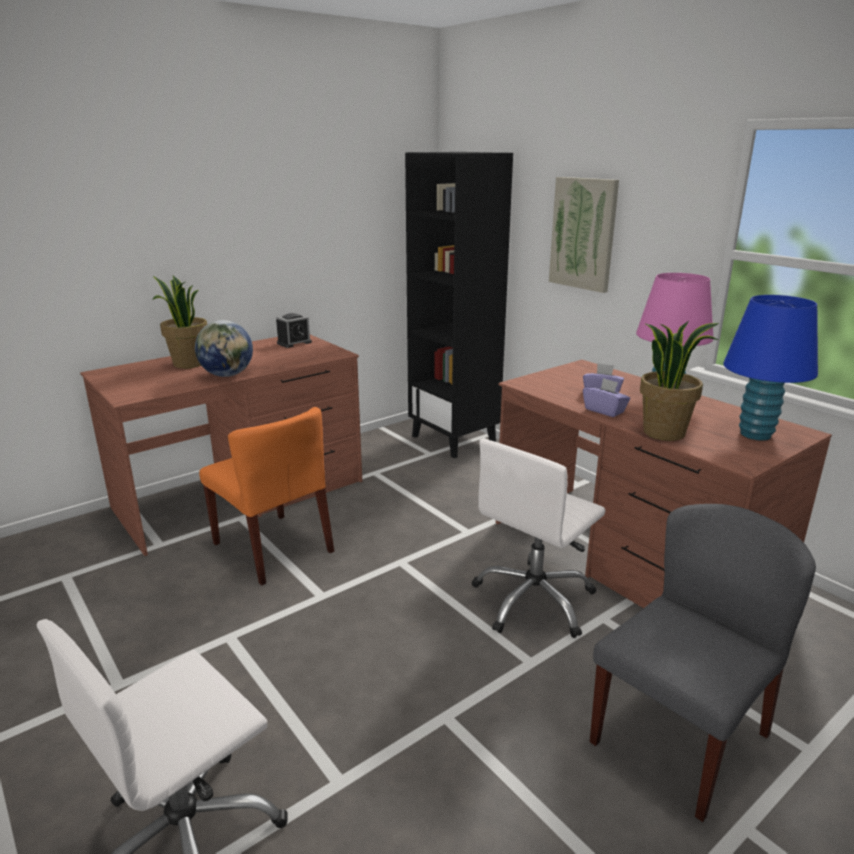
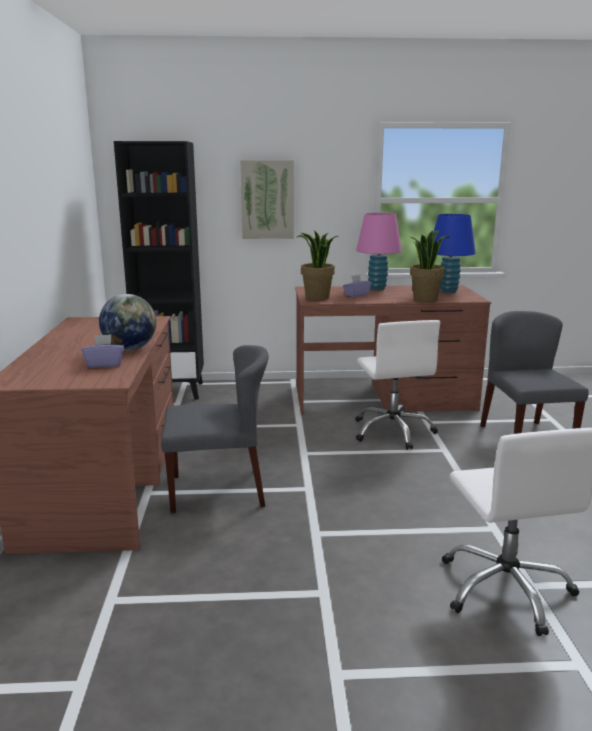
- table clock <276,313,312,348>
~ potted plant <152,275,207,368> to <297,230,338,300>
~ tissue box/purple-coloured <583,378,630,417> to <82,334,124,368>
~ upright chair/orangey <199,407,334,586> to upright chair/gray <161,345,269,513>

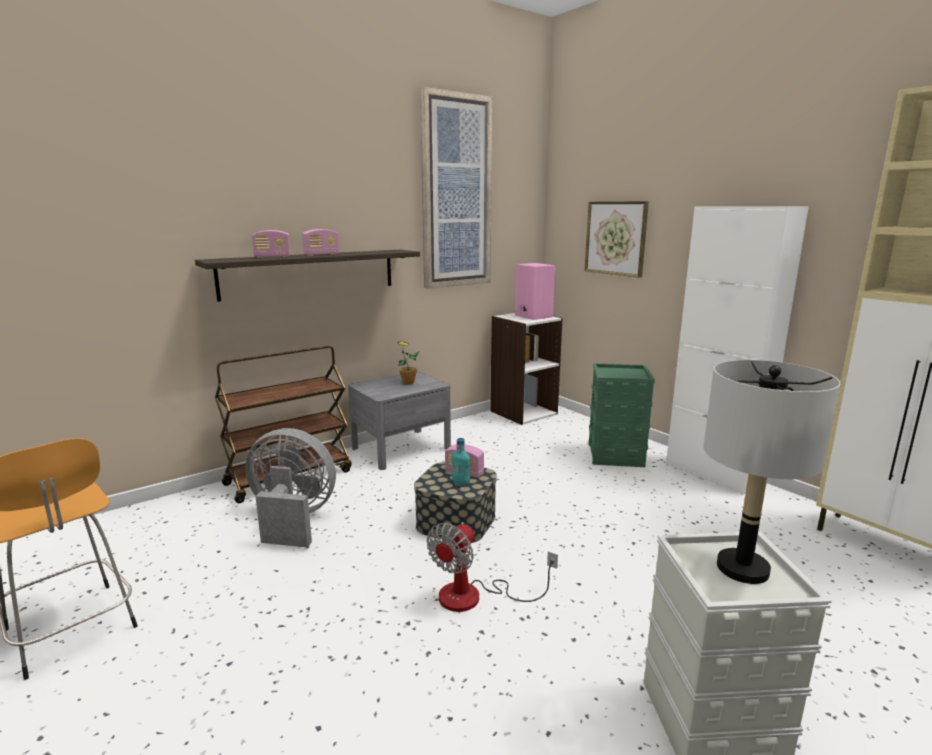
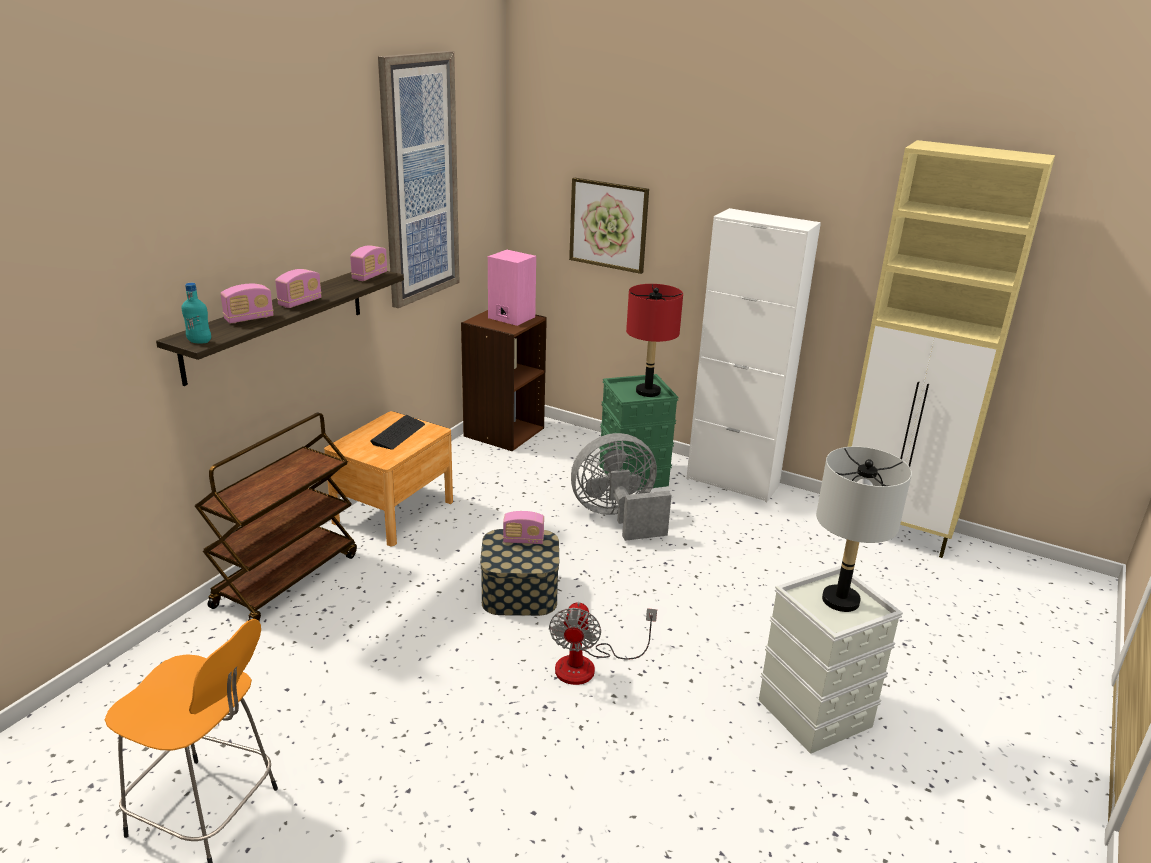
+ radio set <350,245,387,281>
+ tabletop lamp/red <626,284,683,397>
~ cooling fan/gray <245,428,336,547> to <571,433,672,541>
~ drink bottle/turquoise-coloured <452,438,470,486> to <181,283,211,344>
~ potted plant <398,341,419,385> to PC keyboard <370,415,425,450>
~ nightstand/gray <348,371,451,470> to nightstand/brown <324,411,453,546>
~ bookshelf/whitish <490,313,563,425> to bookshelf/brown <461,310,547,451>

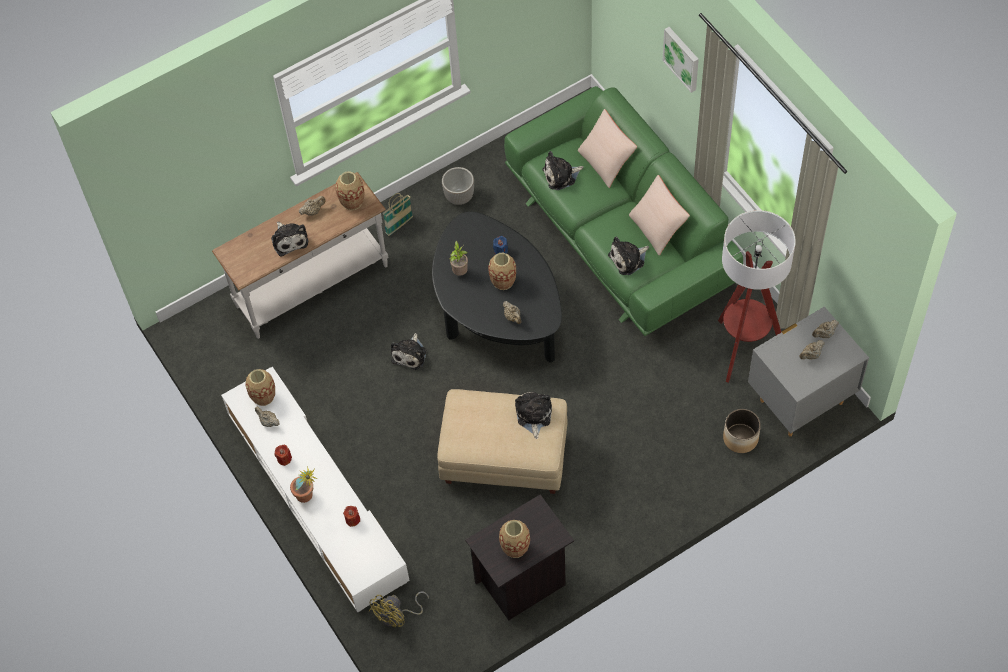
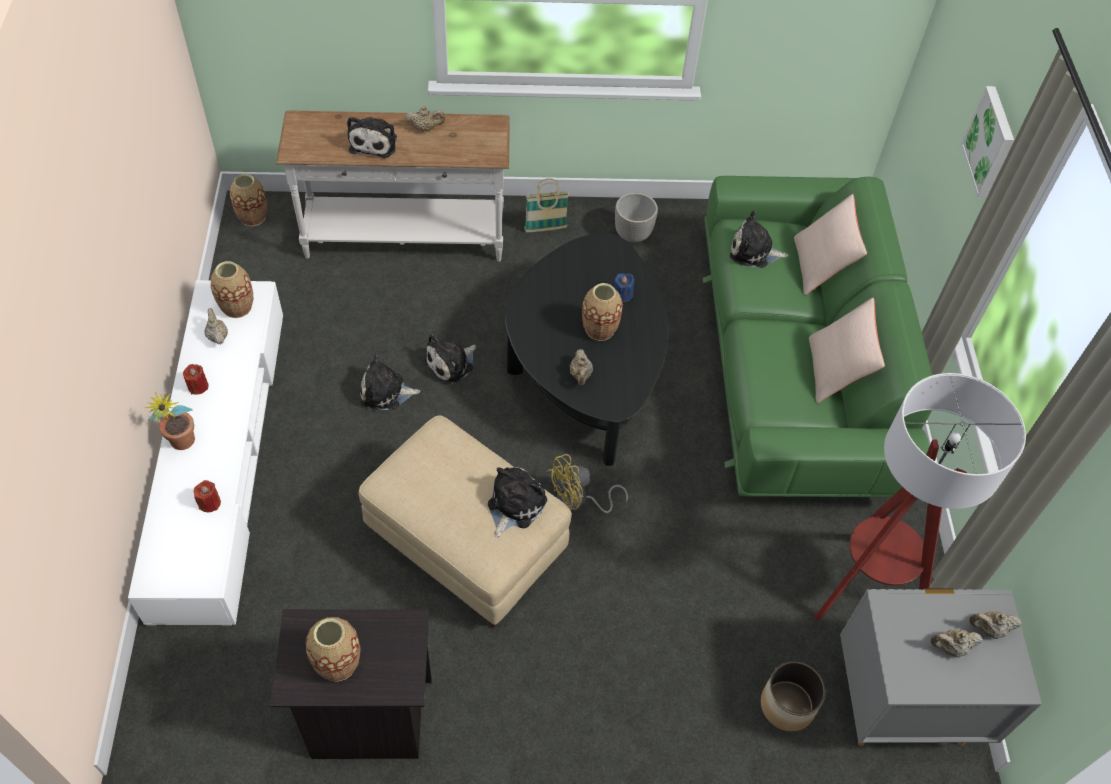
- potted plant <450,241,468,276>
~ flower vase <336,171,365,210> to <230,174,267,226>
~ cooling fan/yellow-coloured <369,591,429,627> to <547,454,628,513>
~ plush toy <608,237,649,275> to <360,354,420,410>

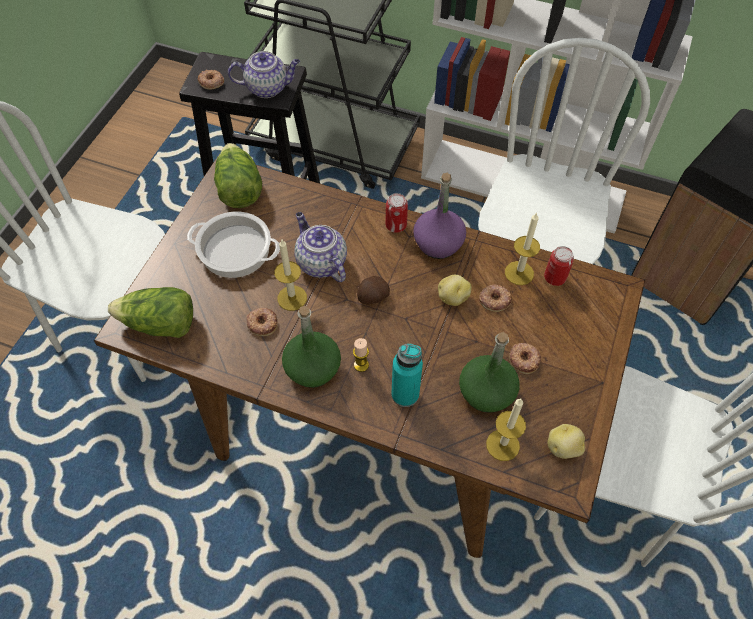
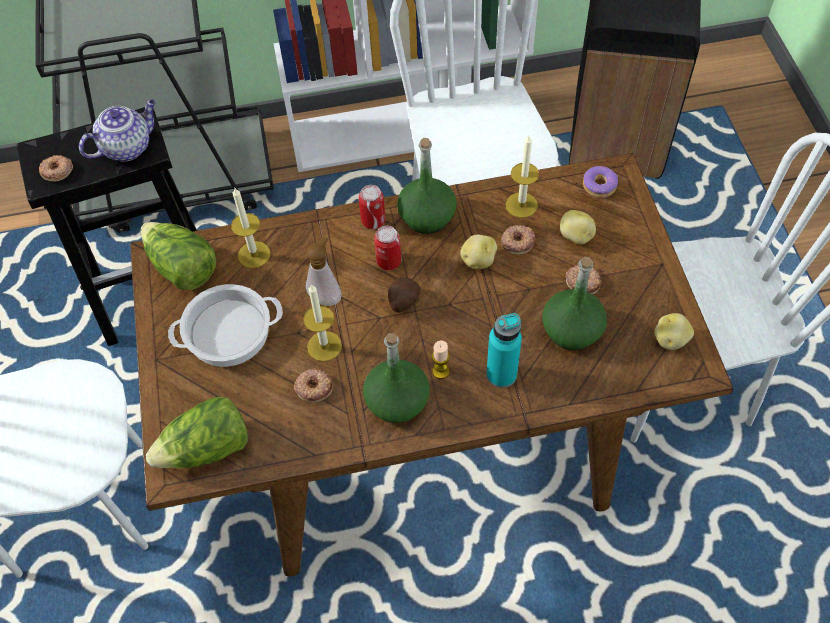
+ potato <560,210,596,244>
+ ring doughnut <583,166,618,198>
~ candle <486,399,526,461> to <231,188,270,268>
~ can <544,246,574,286> to <374,226,401,270>
~ tea pot <295,212,347,282> to soap dispenser <306,237,342,306>
~ drink bottle/purple-coloured <413,173,466,259> to drink bottle/greenish <397,138,457,234>

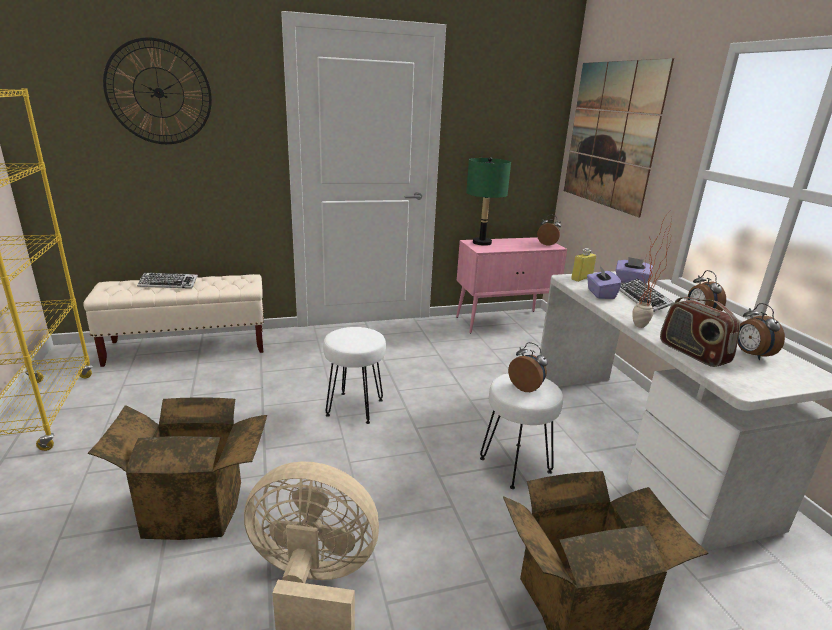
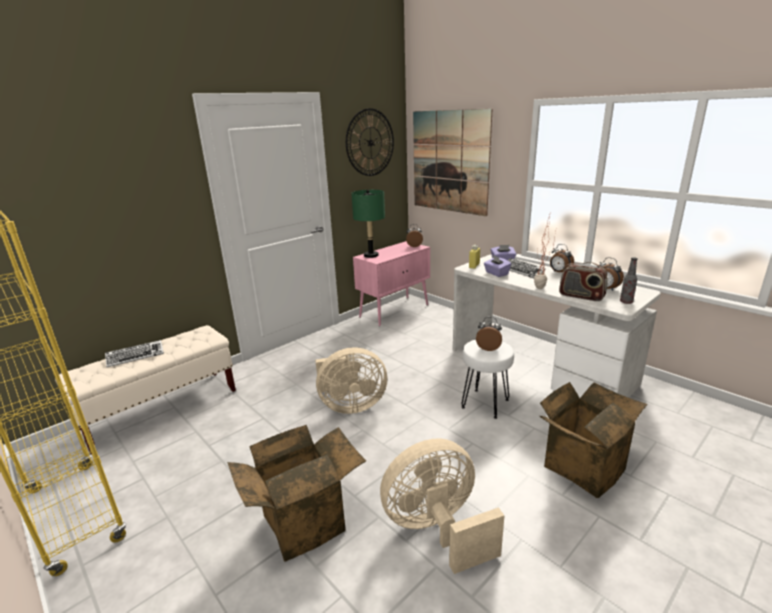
+ drink bottle <620,257,638,304>
~ clock on the wall <103,37,212,144> to <346,108,394,176>
~ sitting stool/whitish <323,327,386,424> to cooling fan/beige-coloured <315,347,387,414>

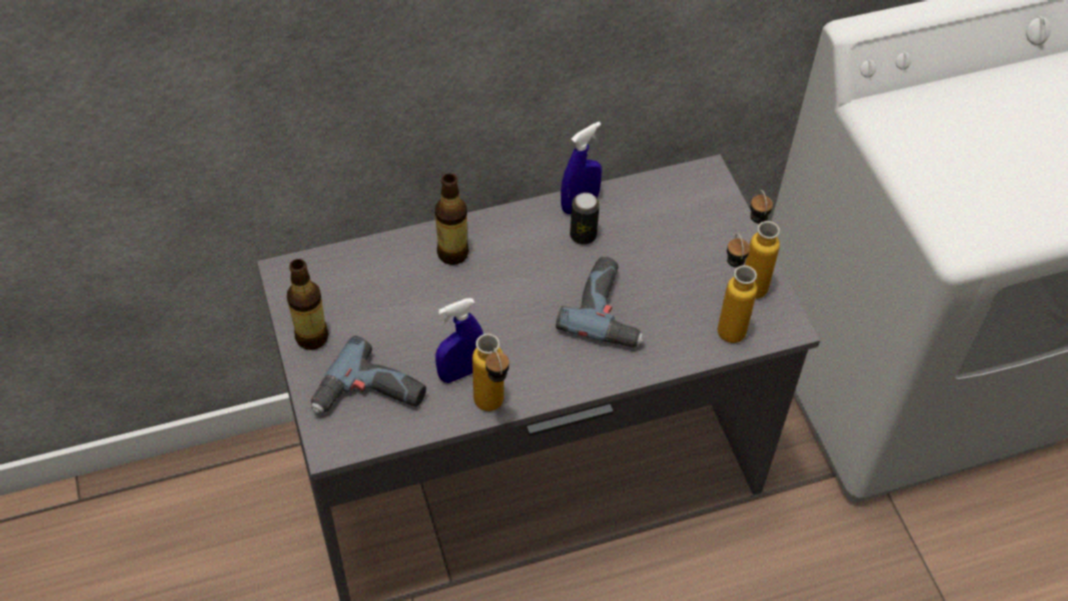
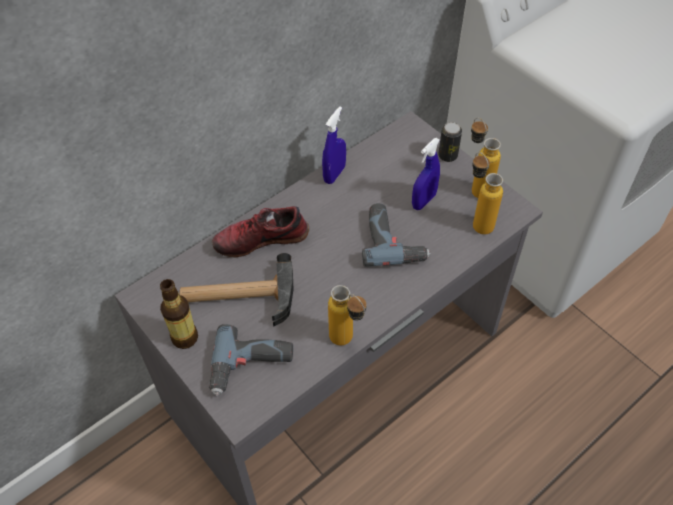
+ hammer <179,253,294,327>
~ spray bottle/blue-coloured <435,298,483,383> to <412,138,440,210>
~ can <570,193,600,244> to <438,122,462,162>
~ drink bottle <435,173,469,265> to shoe <212,206,309,258>

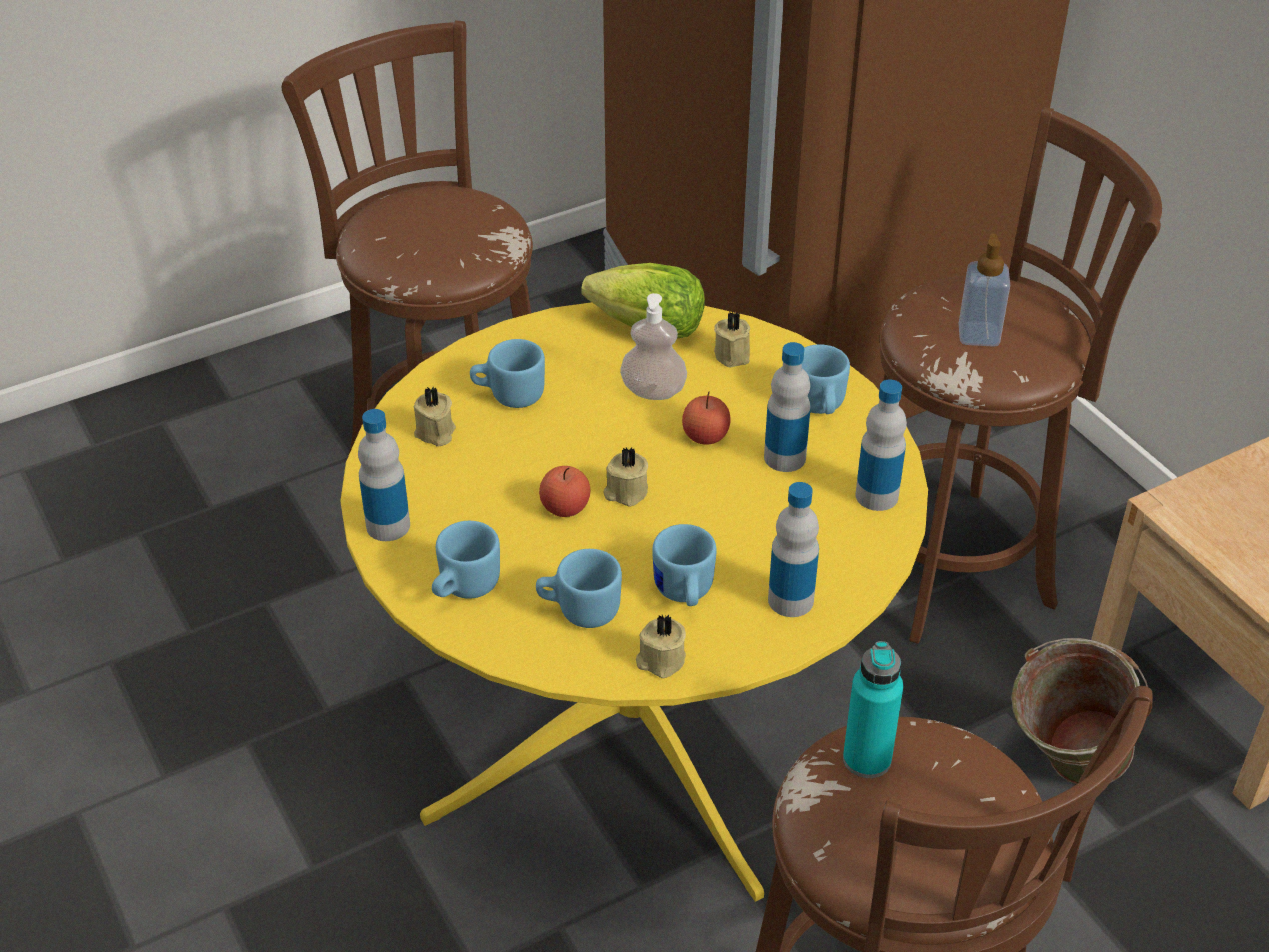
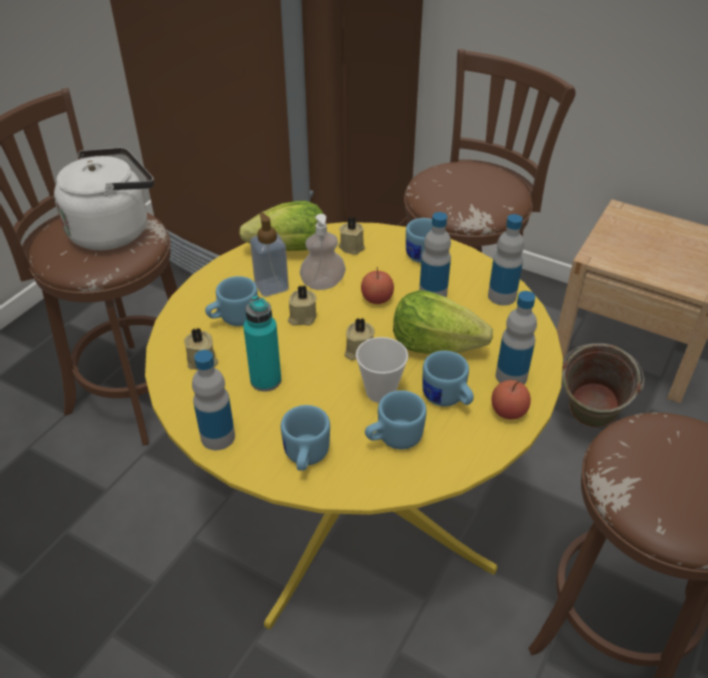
+ water kettle/whitish <54,147,154,250>
+ drinking cup <356,337,408,403>
+ head of lettuce <393,290,493,354>
~ apple <539,466,590,517> to <492,380,531,420>
~ candle/beige-coloured <636,614,686,678> to <288,286,316,326>
~ drink bottle/turquoise-coloured <843,641,903,778> to <243,295,281,392>
~ soap dispenser <959,234,1010,347> to <250,213,289,297>

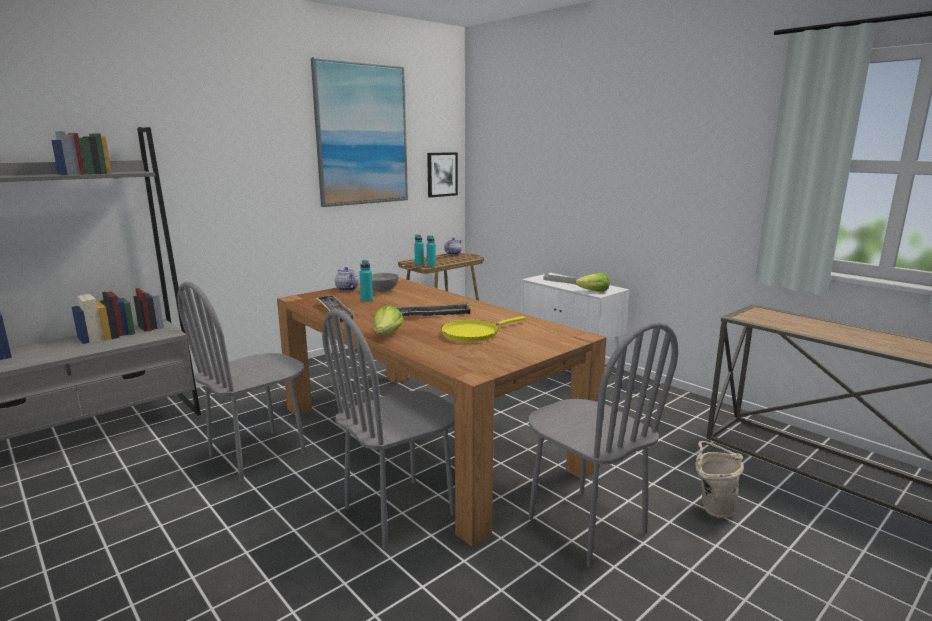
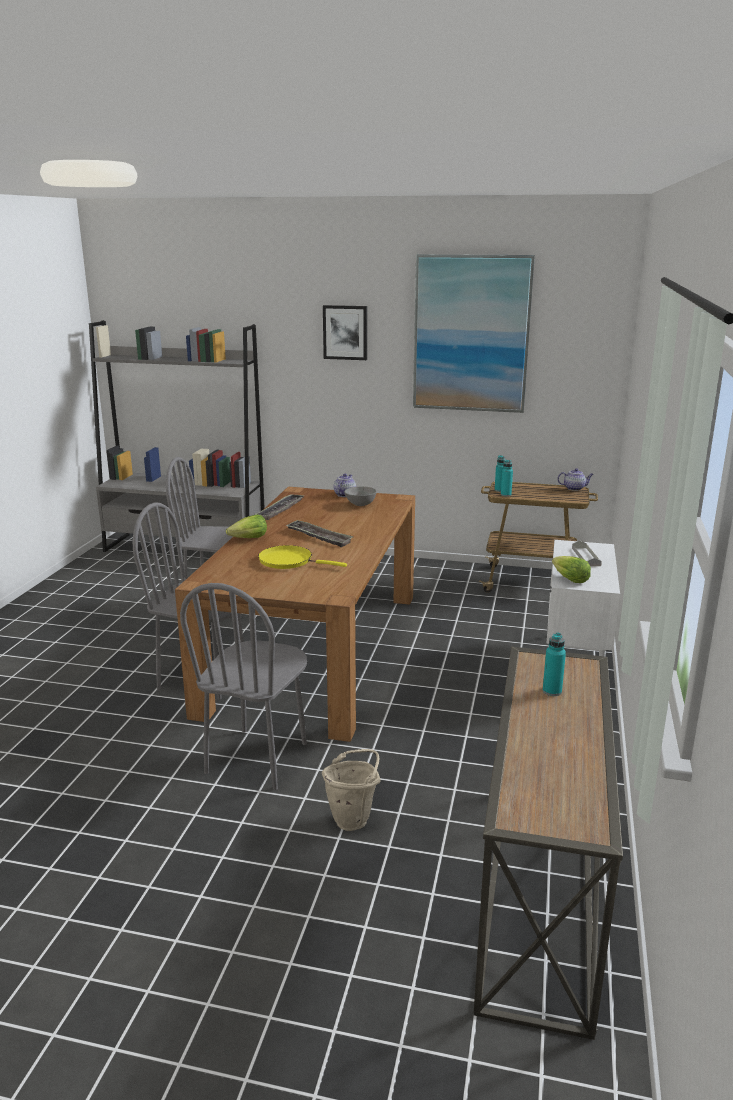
~ drink bottle/turquoise-coloured <359,260,373,302> to <543,632,566,696>
~ wall art <427,152,458,197> to <323,305,367,360>

